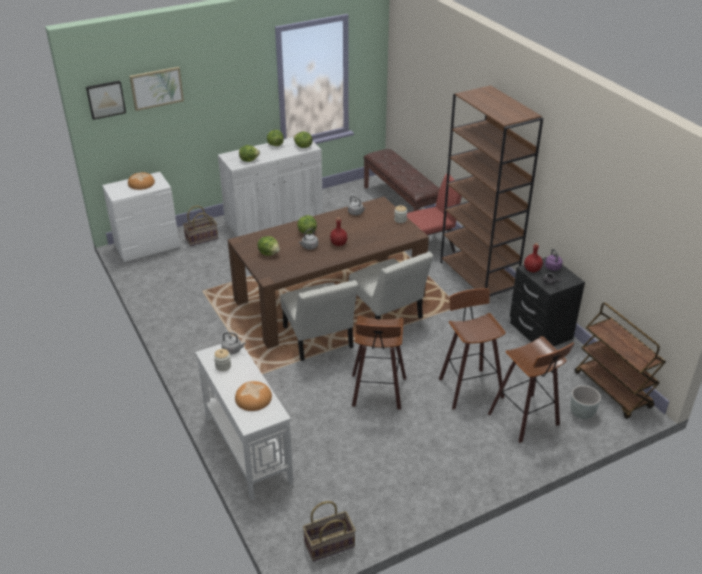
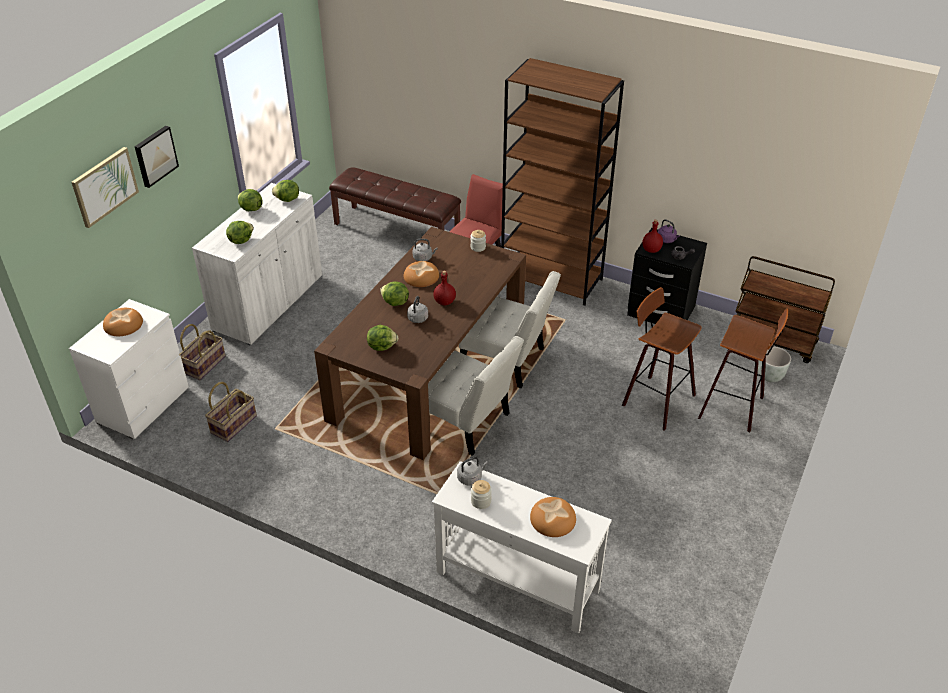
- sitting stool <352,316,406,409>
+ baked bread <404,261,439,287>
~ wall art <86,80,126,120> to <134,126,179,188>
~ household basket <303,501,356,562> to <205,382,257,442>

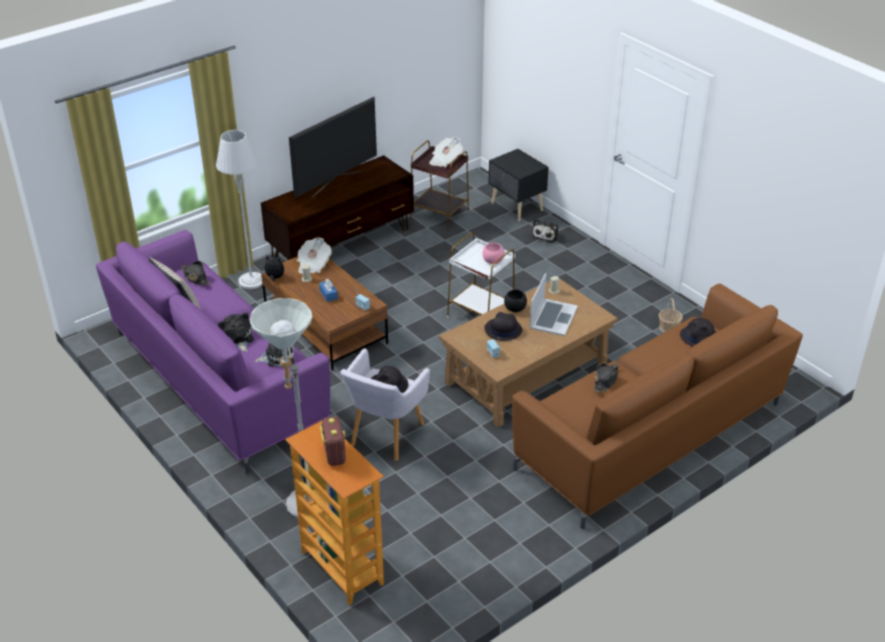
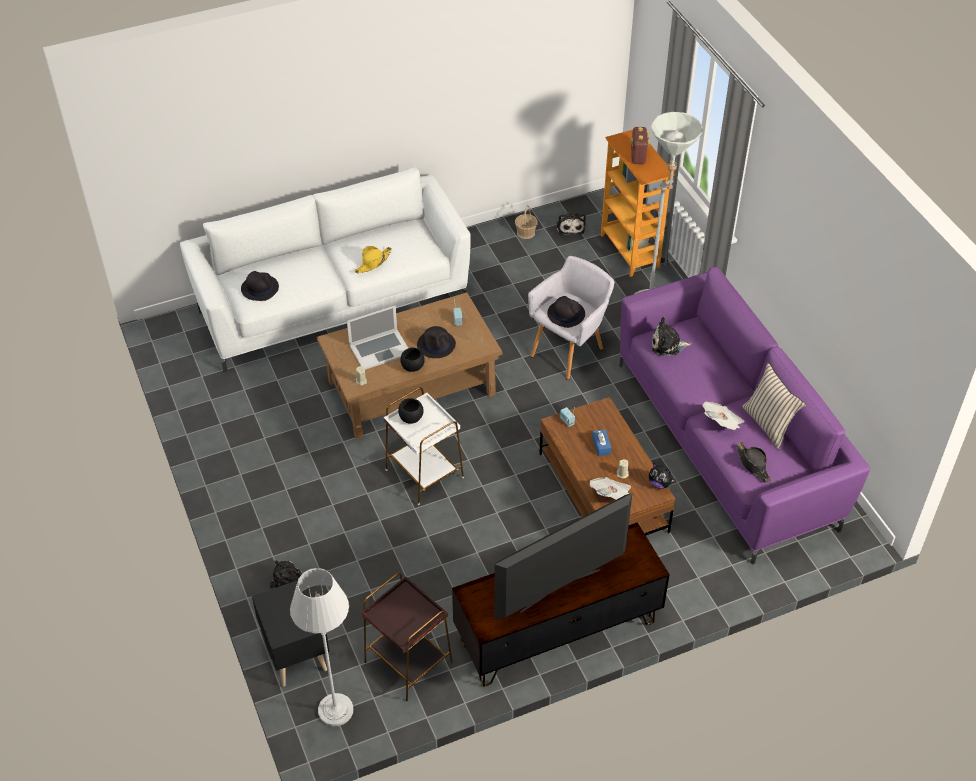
~ standard lamp/gray <216,130,262,289> to <290,568,353,726>
~ plush toy <218,312,254,352> to <557,212,586,236>
~ printed paper <429,137,463,167> to <702,401,745,430>
~ household basket <659,298,682,332> to <515,205,538,239>
~ deep dish/pink <483,243,504,264> to deep dish/black <398,398,424,424>
~ settee/brown <512,284,803,529> to settee/whitish <180,167,471,372>
~ wearable hat/black <594,363,619,393> to wearable hat/yellow-coloured <355,246,392,273>
~ portable computer <530,273,578,336> = <347,306,408,370> 150 degrees counterclockwise

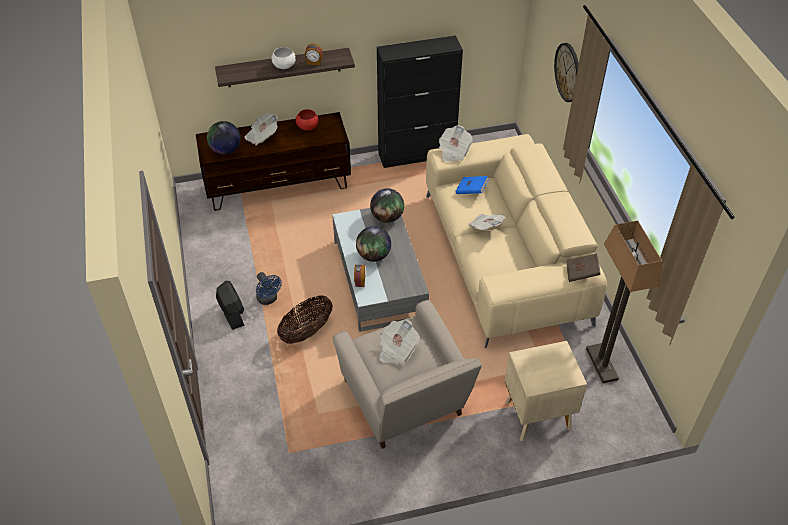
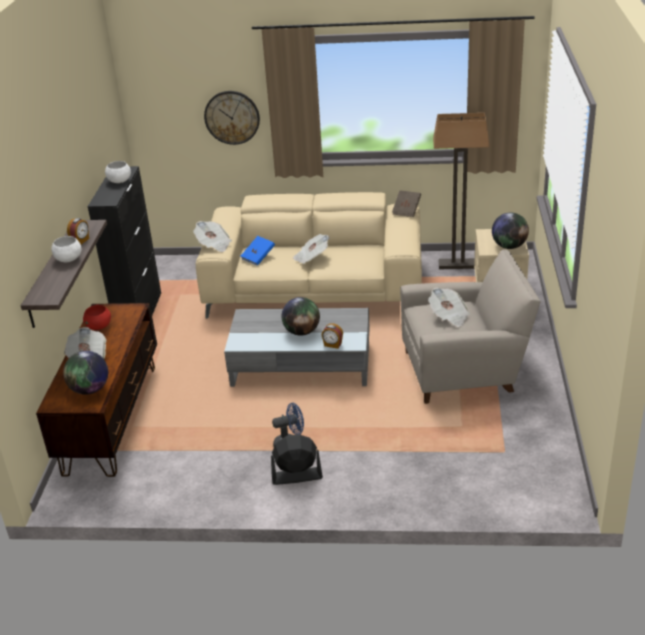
- household basket <277,295,333,344>
+ deep dish/whitish <105,161,131,183>
~ world globe <370,188,404,223> to <492,212,529,249>

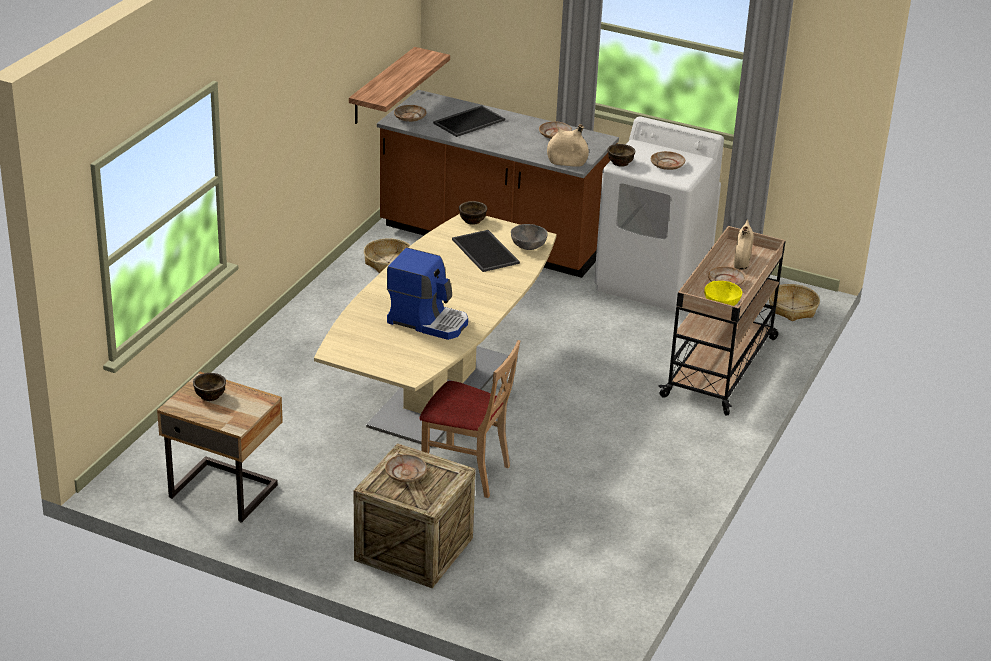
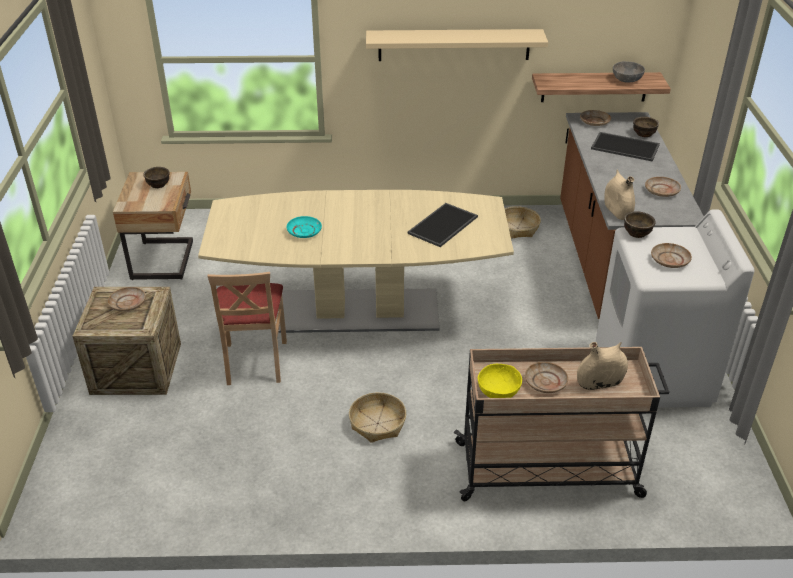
+ bracket shelf/beige-coloured <366,29,548,61>
~ deep dish/brown <459,201,487,225> to <633,117,659,137>
~ deep dish/gray <511,224,548,250> to <613,61,645,82>
~ household basket <769,284,820,321> to <349,392,406,443>
~ coffee maker <387,248,468,340> to flat dish/turquoise-coloured <287,216,322,238>

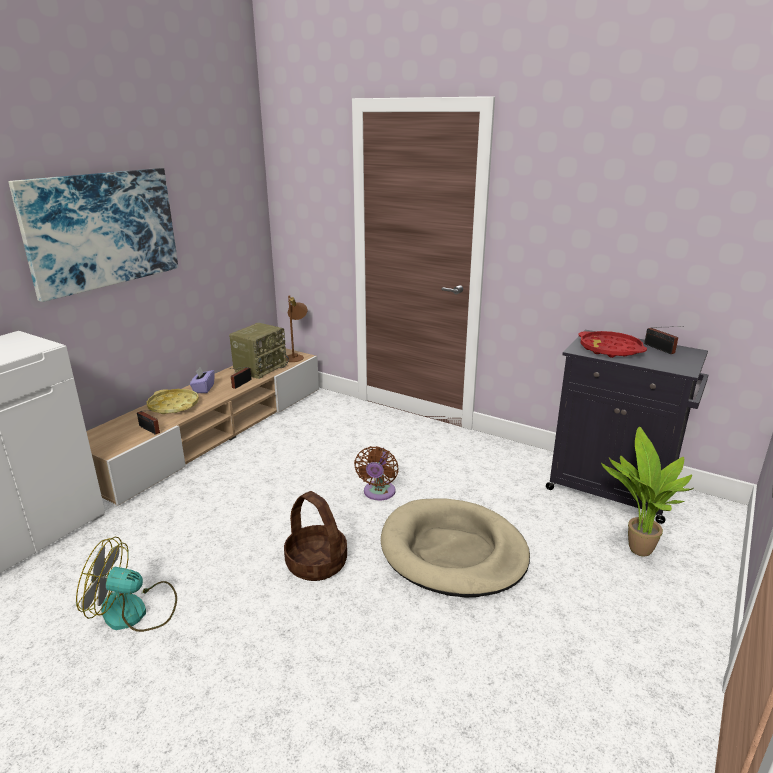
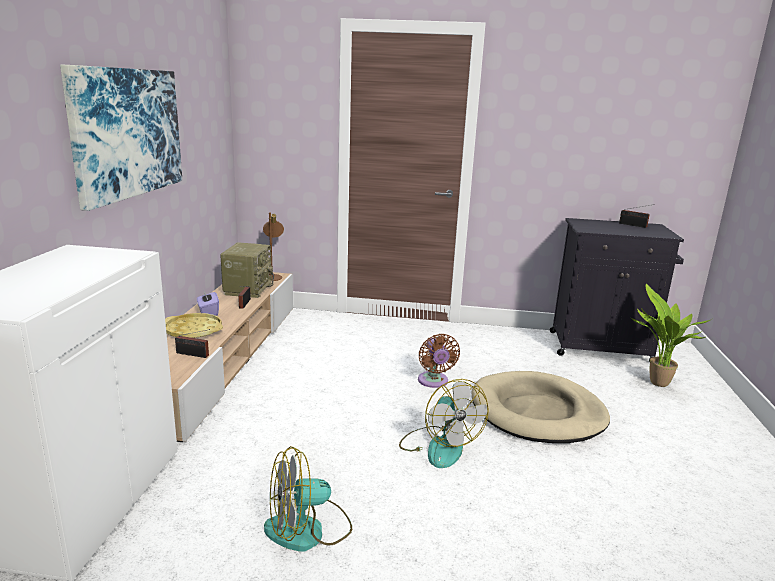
- carrying tray/red <578,331,647,358>
~ household basket <284,491,347,581> to cooling fan <399,379,488,468>

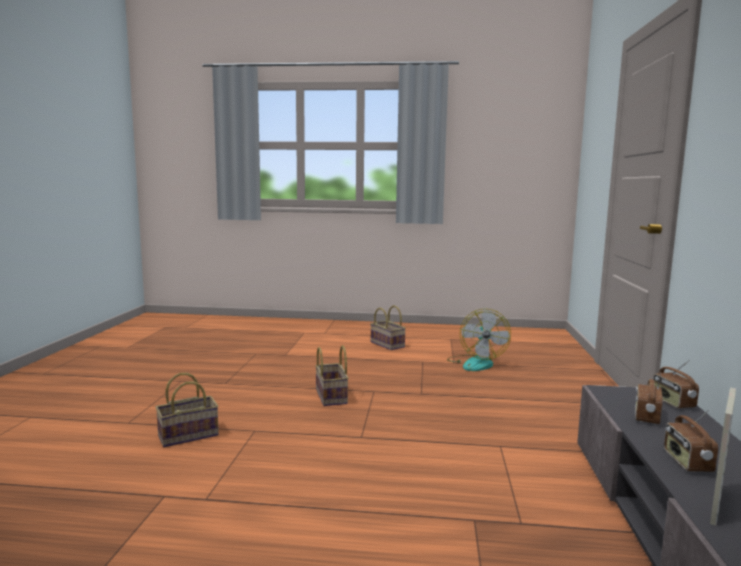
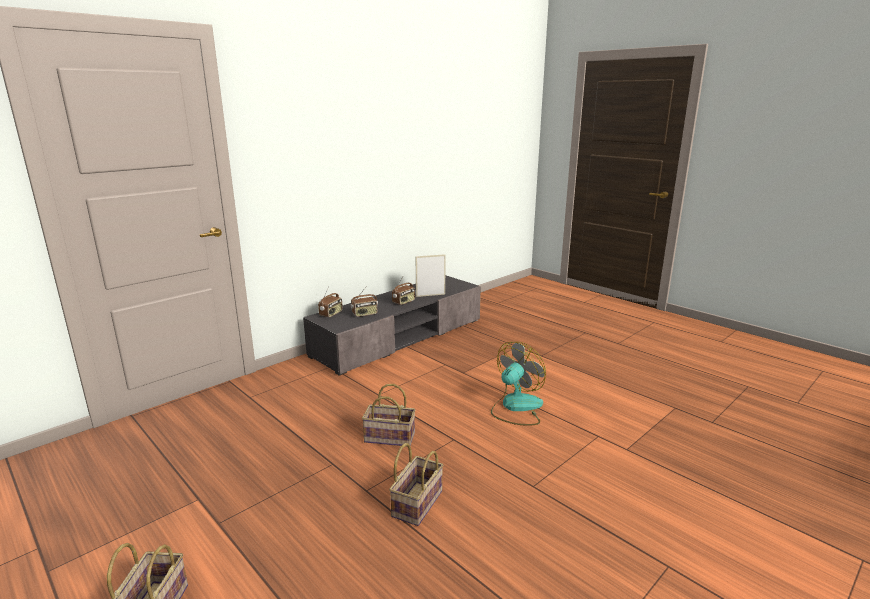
~ household basket <155,373,219,447> to <362,384,415,447>
~ cooling fan <447,309,511,371> to <491,342,546,426>

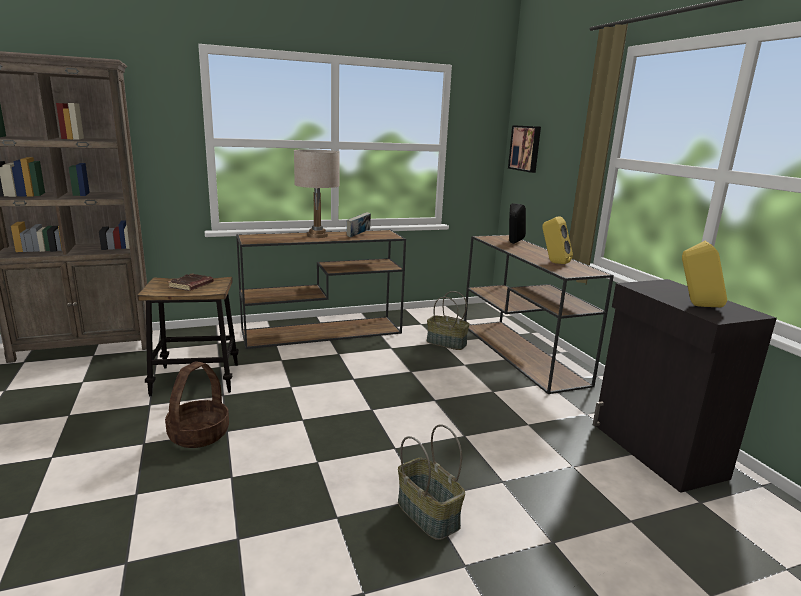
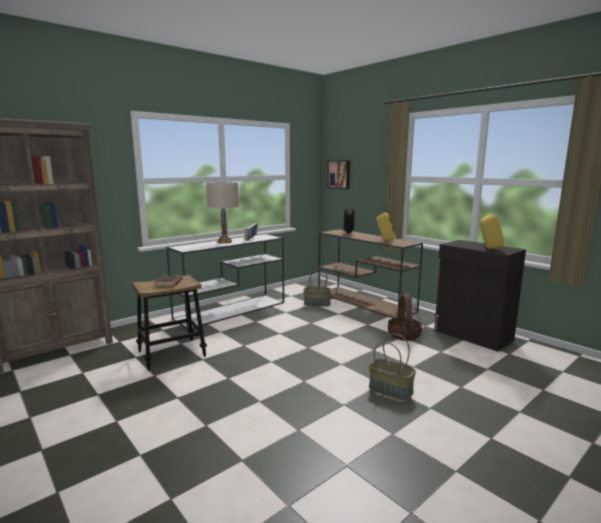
~ household basket <165,361,229,448> to <388,293,422,341>
~ hall table/brown <236,230,406,349> to hall table/whitish <166,234,284,329>

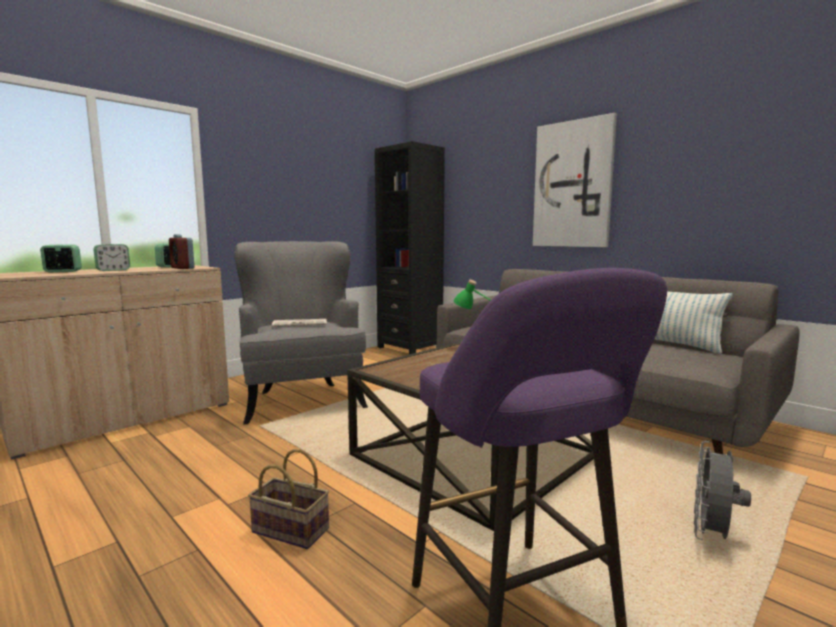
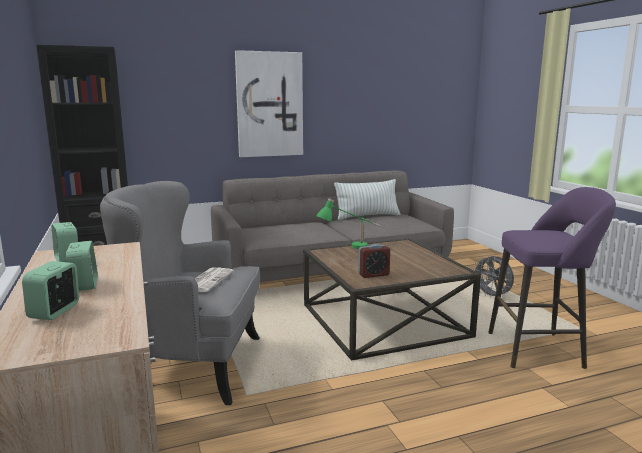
- household basket <248,449,329,549>
~ table clock <169,234,195,269> to <358,244,390,278>

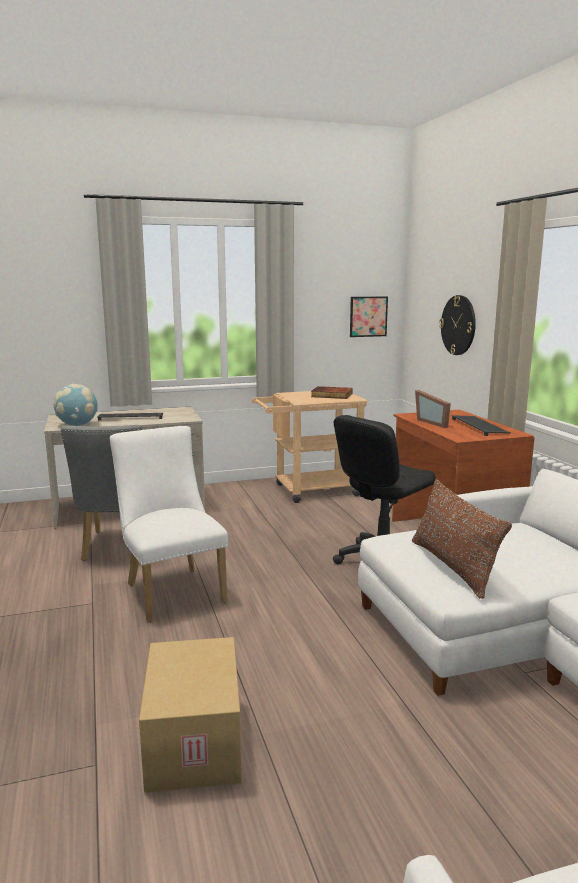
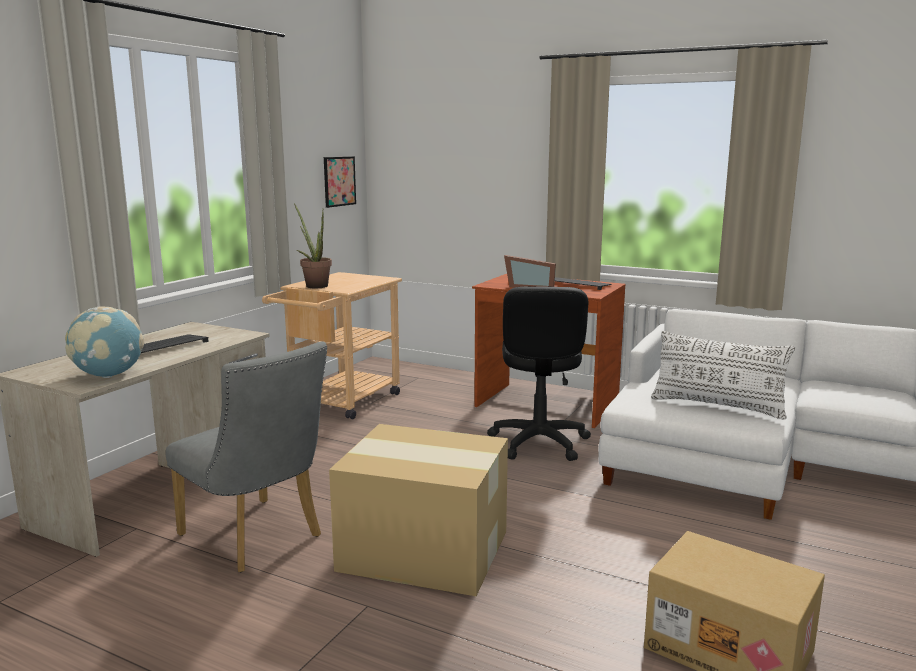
- book <311,386,353,399>
- clock on the wall <439,295,476,355>
+ potted plant <294,203,332,288>
~ upright chair/whitish <110,426,228,622> to carton <329,424,508,596>
~ pillow/brown <412,479,512,599> to pillow/whitish <651,331,795,419>

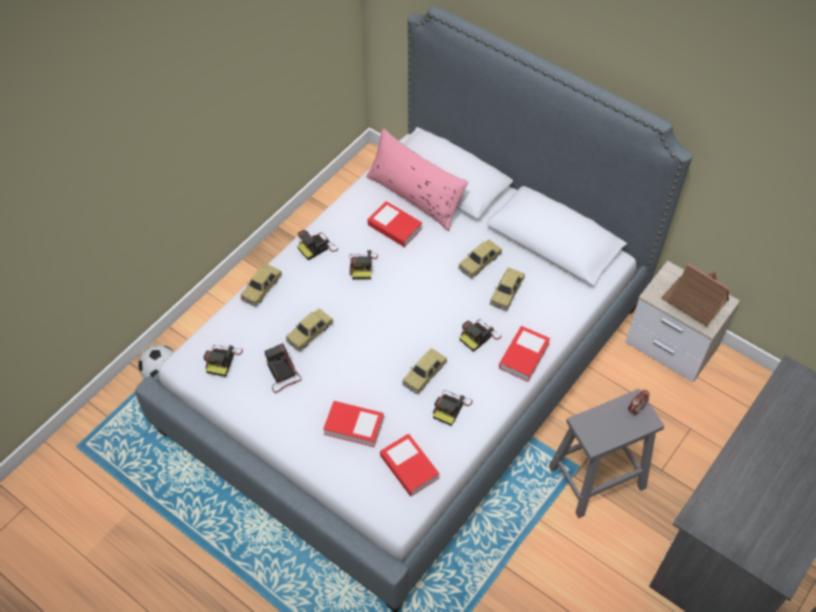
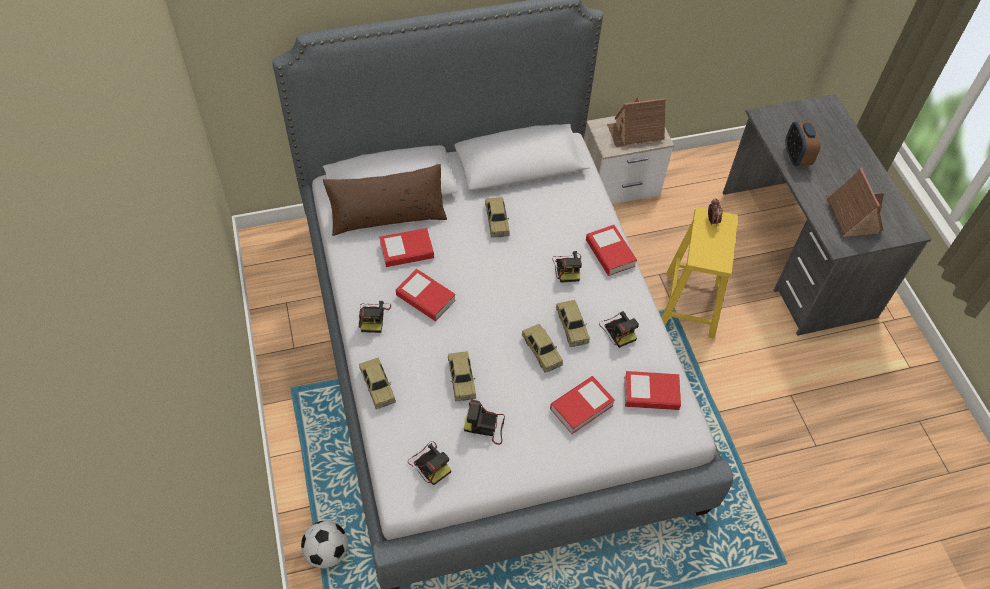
+ table clock <785,121,821,166>
+ toy house <825,168,884,237>
~ model car <490,267,525,311> to <522,324,563,373>
~ photo camera <349,250,378,280> to book <396,269,456,321>
~ pillow/pink <366,128,468,231> to pillow/brown <323,164,447,236>
~ sitting stool/gray <549,389,664,518> to sitting stool/yellow-coloured <661,207,738,339>

